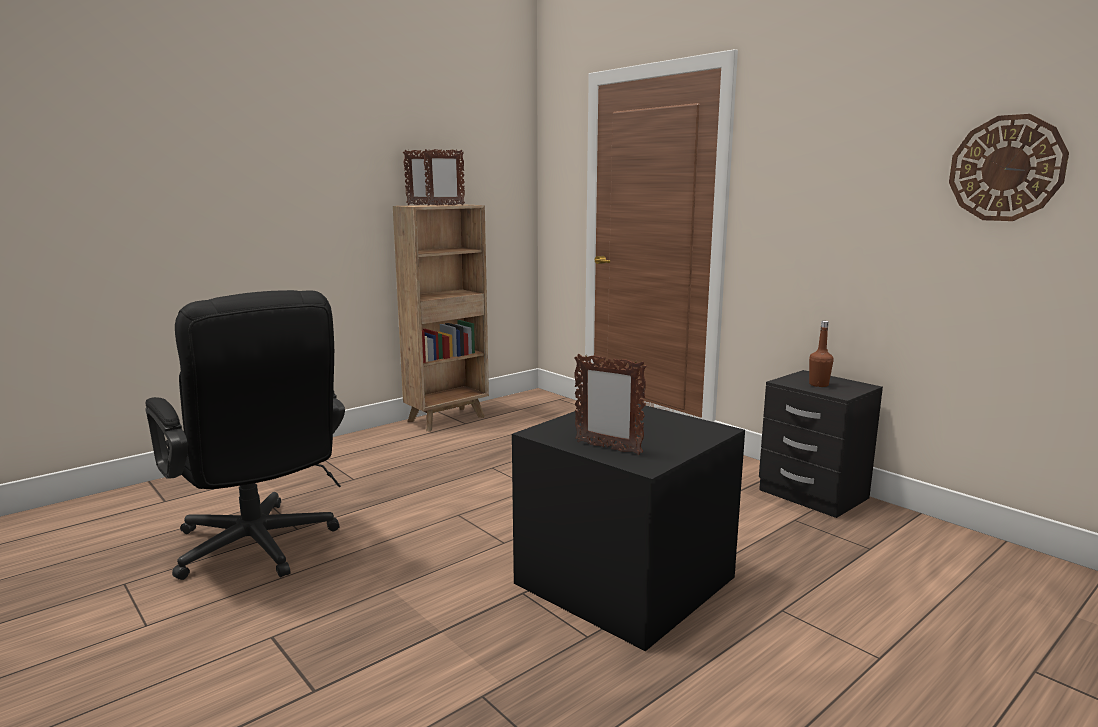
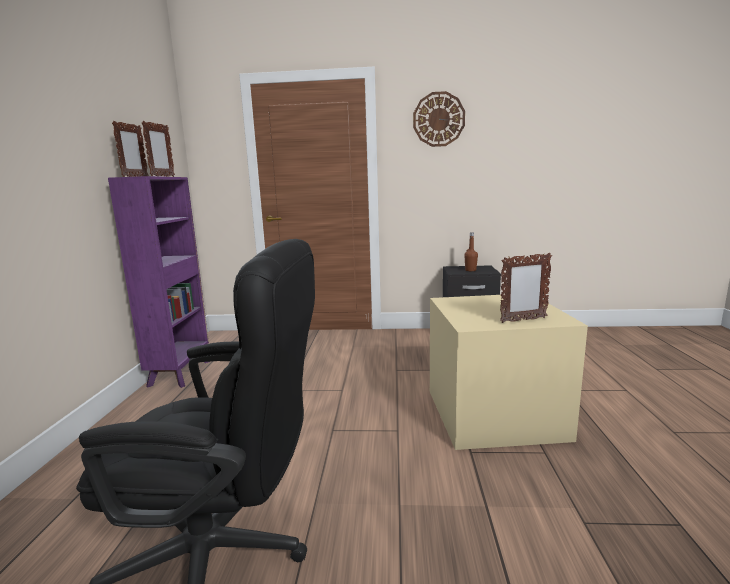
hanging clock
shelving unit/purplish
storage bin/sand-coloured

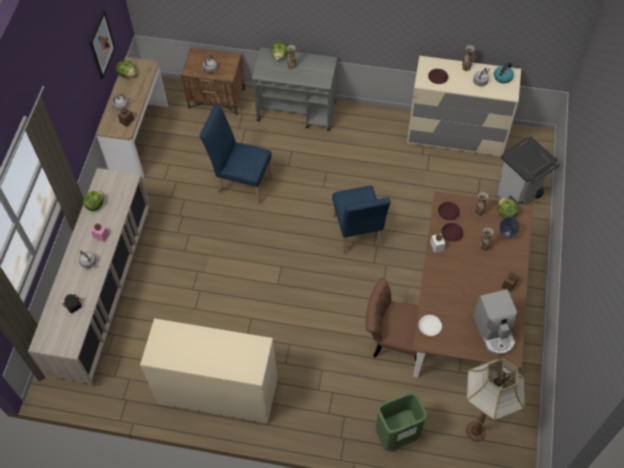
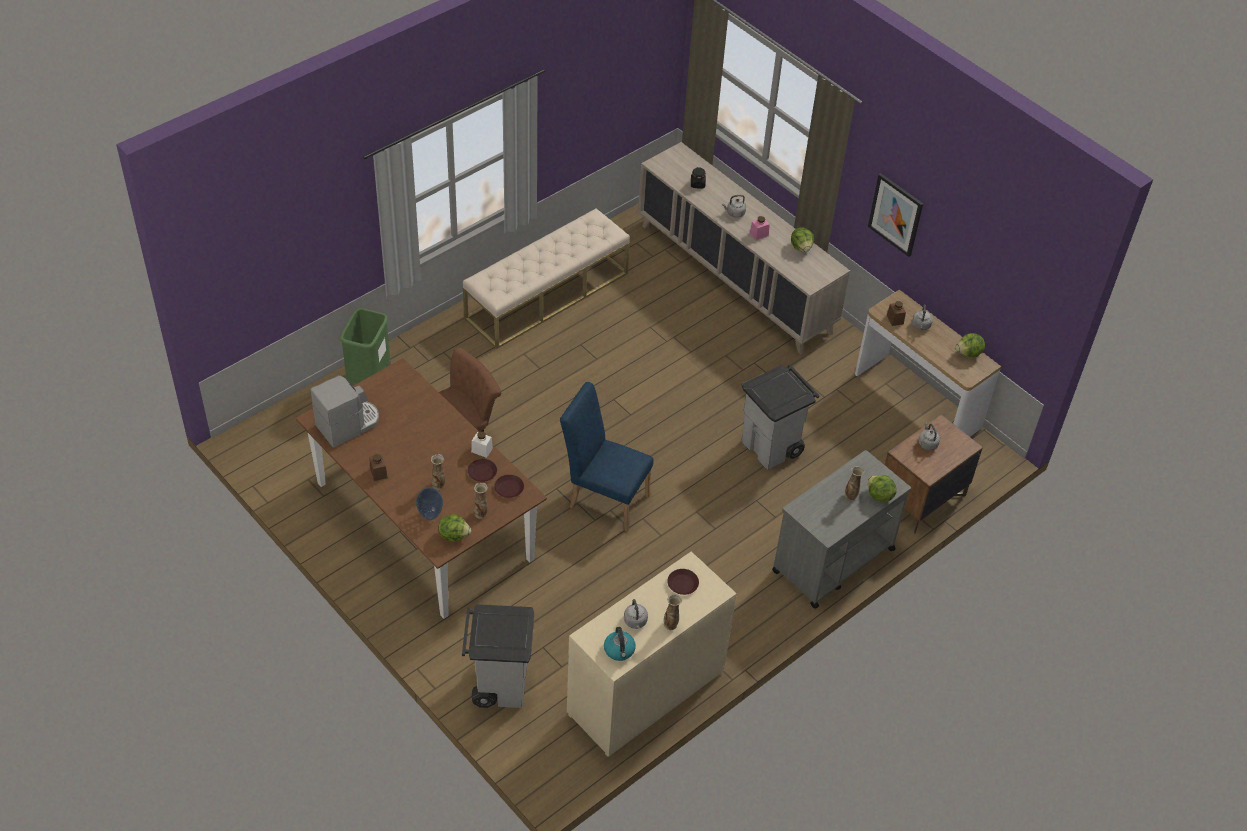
dinner plate/white
floor lamp
wall art
long seat/sand-coloured
waste bin/gray (no. 2 from left)
coffee machine

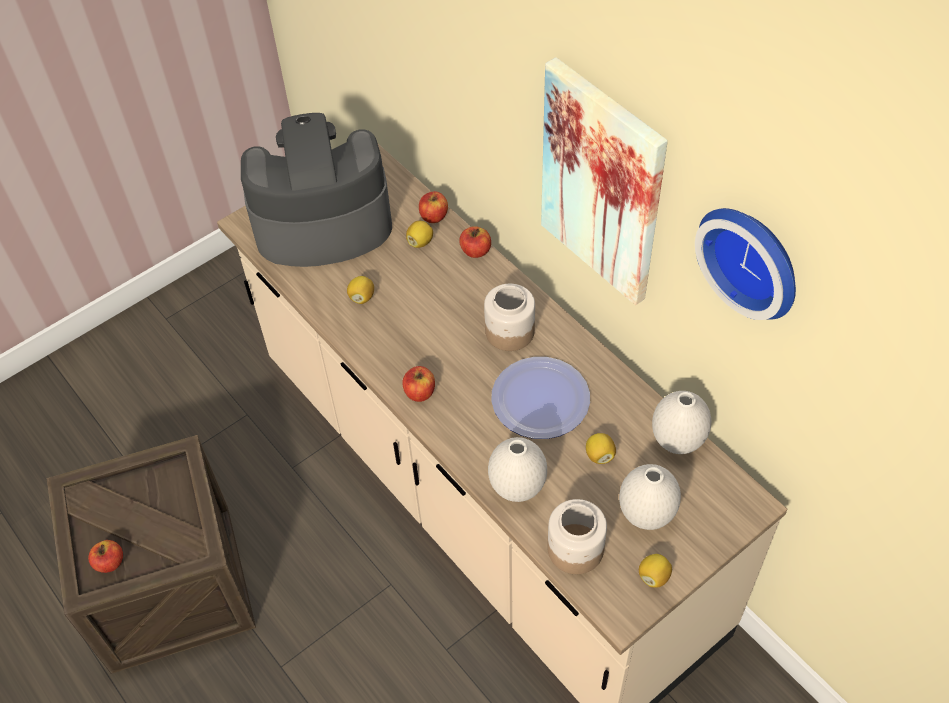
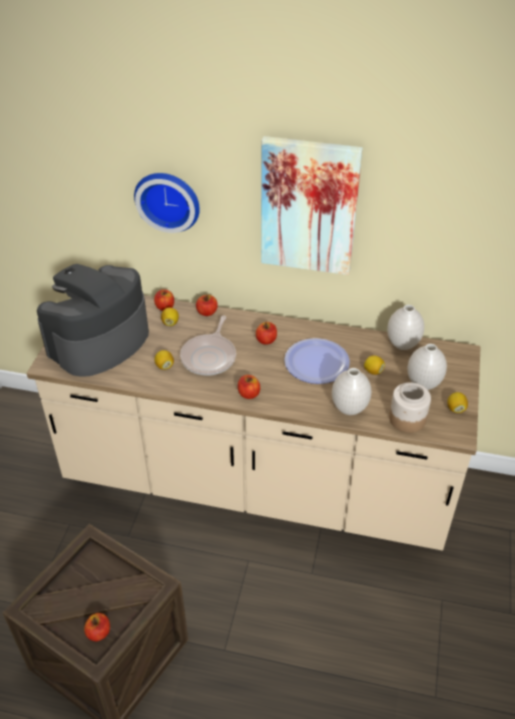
skillet
hanging clock
apple (no. 5 from left)

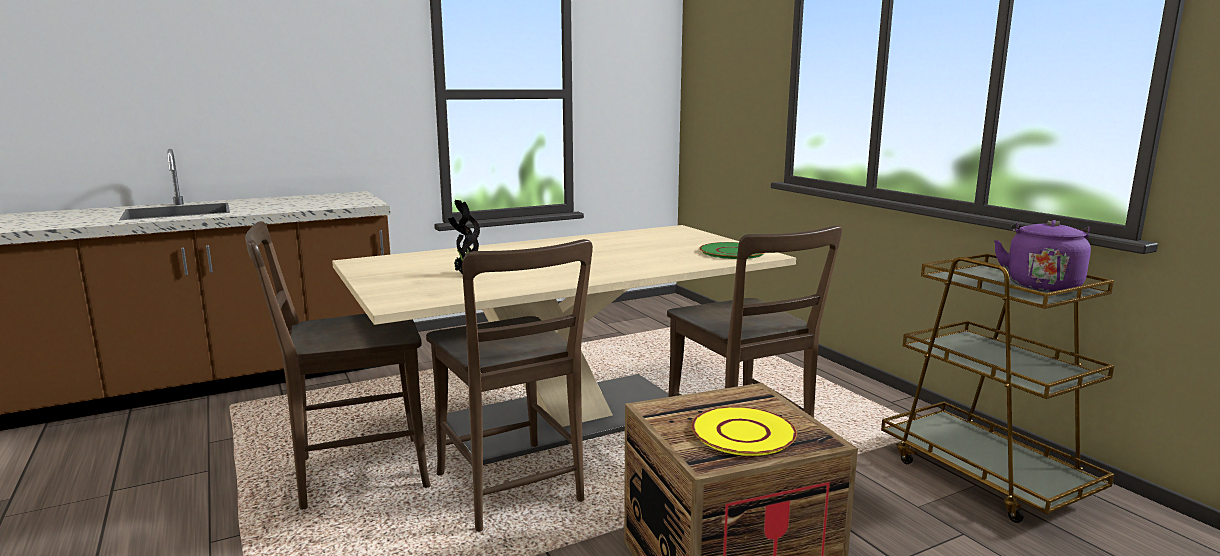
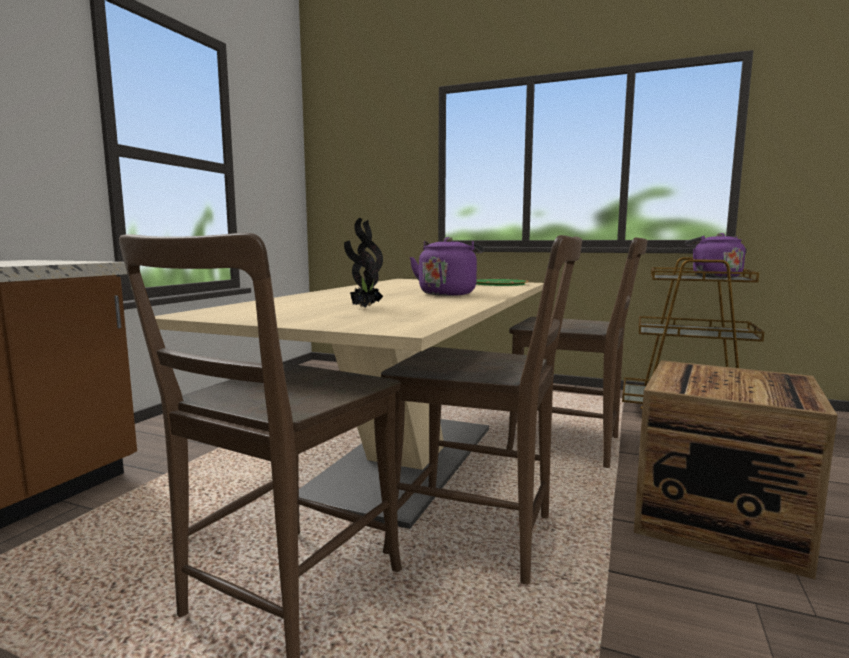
dinner plate/yellow
tea kettle/purplish (no. 1 from left)

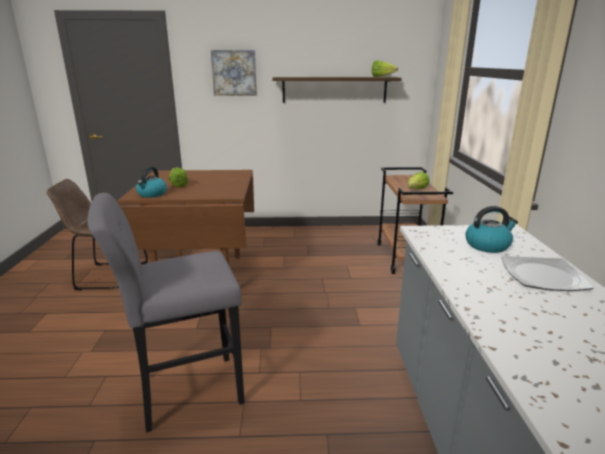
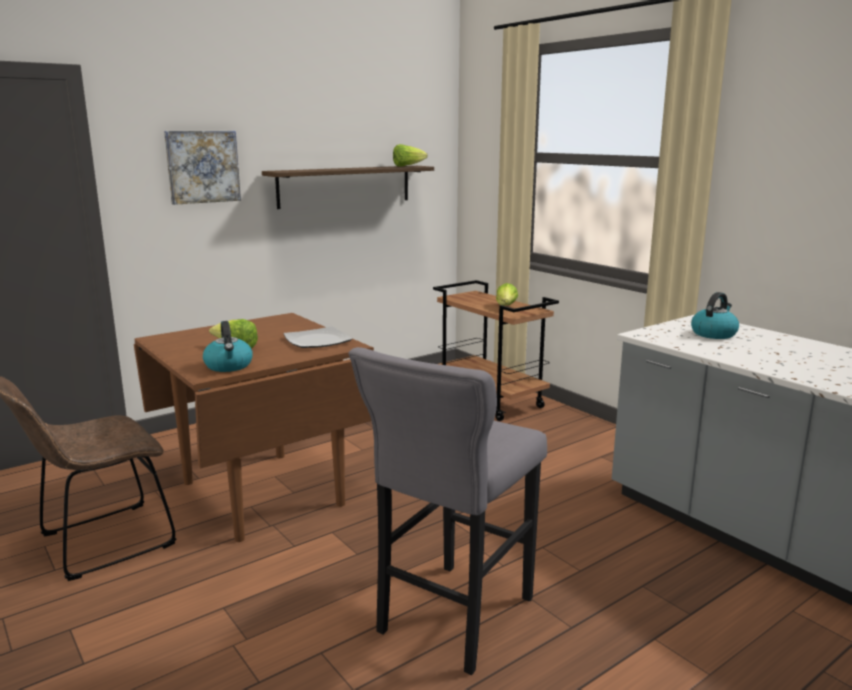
dinner plate

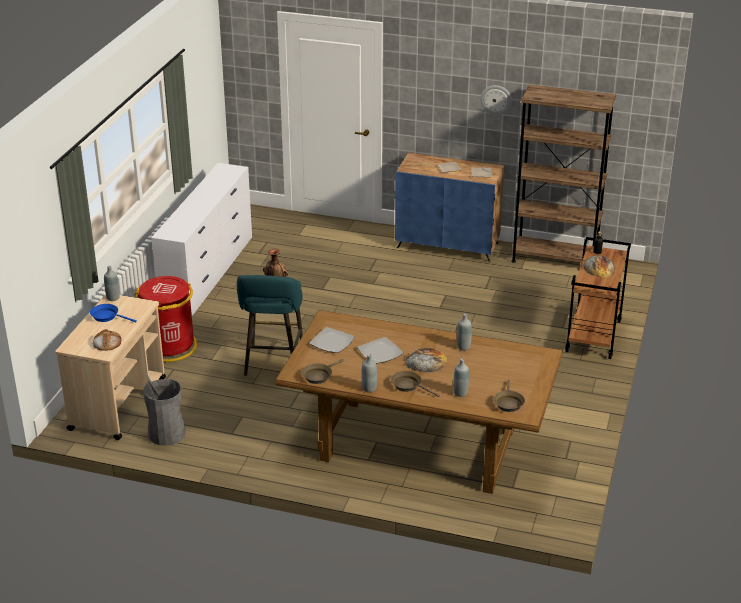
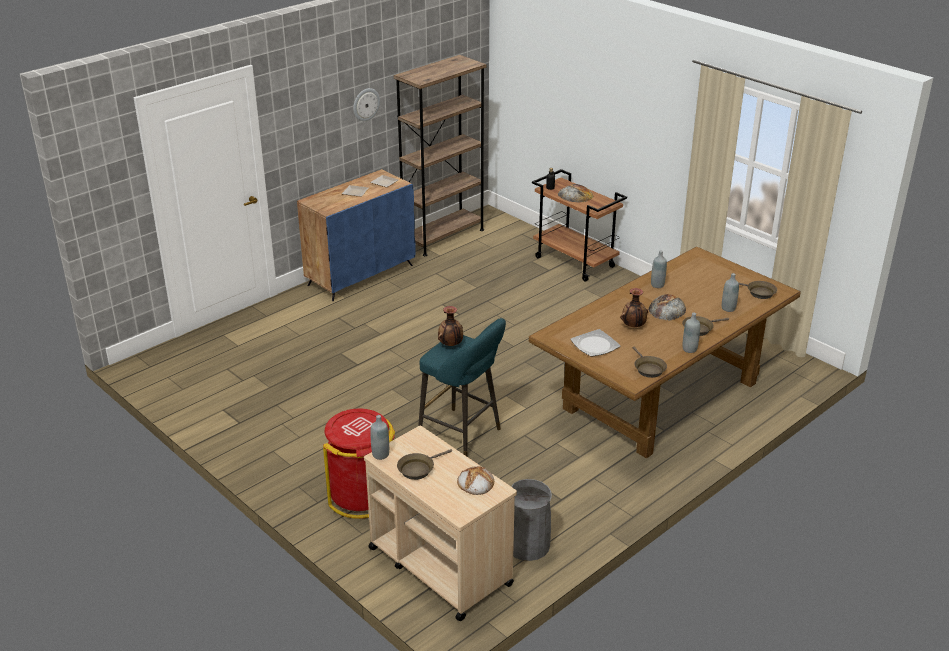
chest of drawers/white
vase (no. 2 from left)
skillet/brown (no. 1 from left)

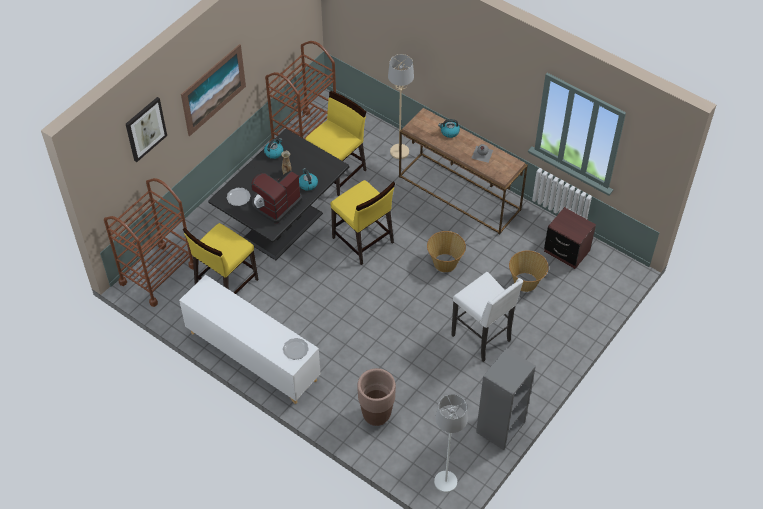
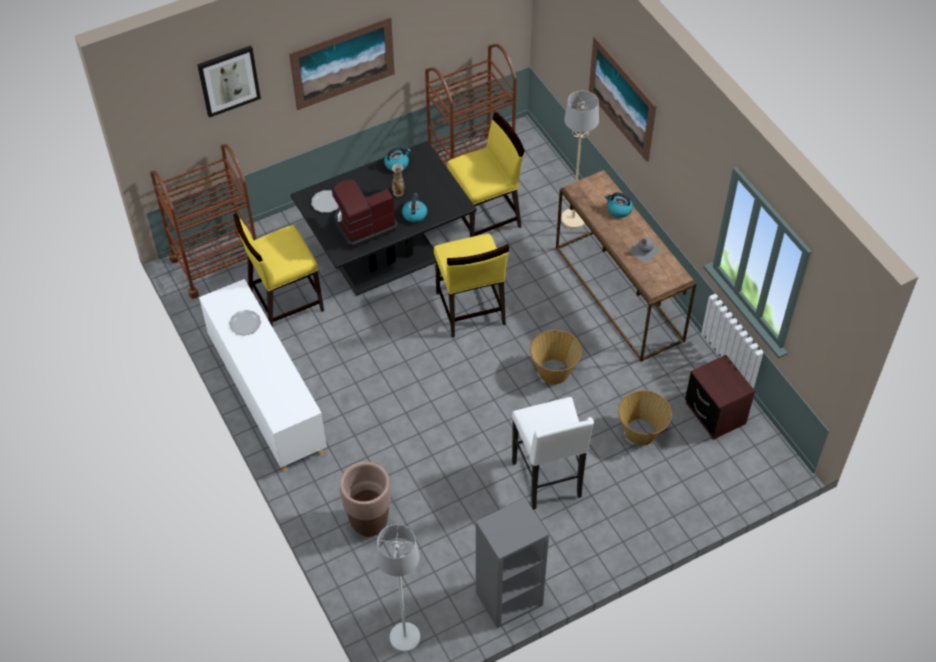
wall art (no. 3 from left)
dinner plate (no. 1 from left)

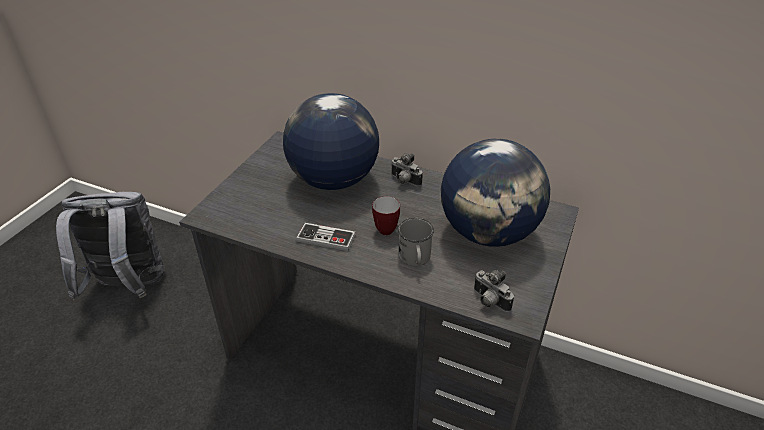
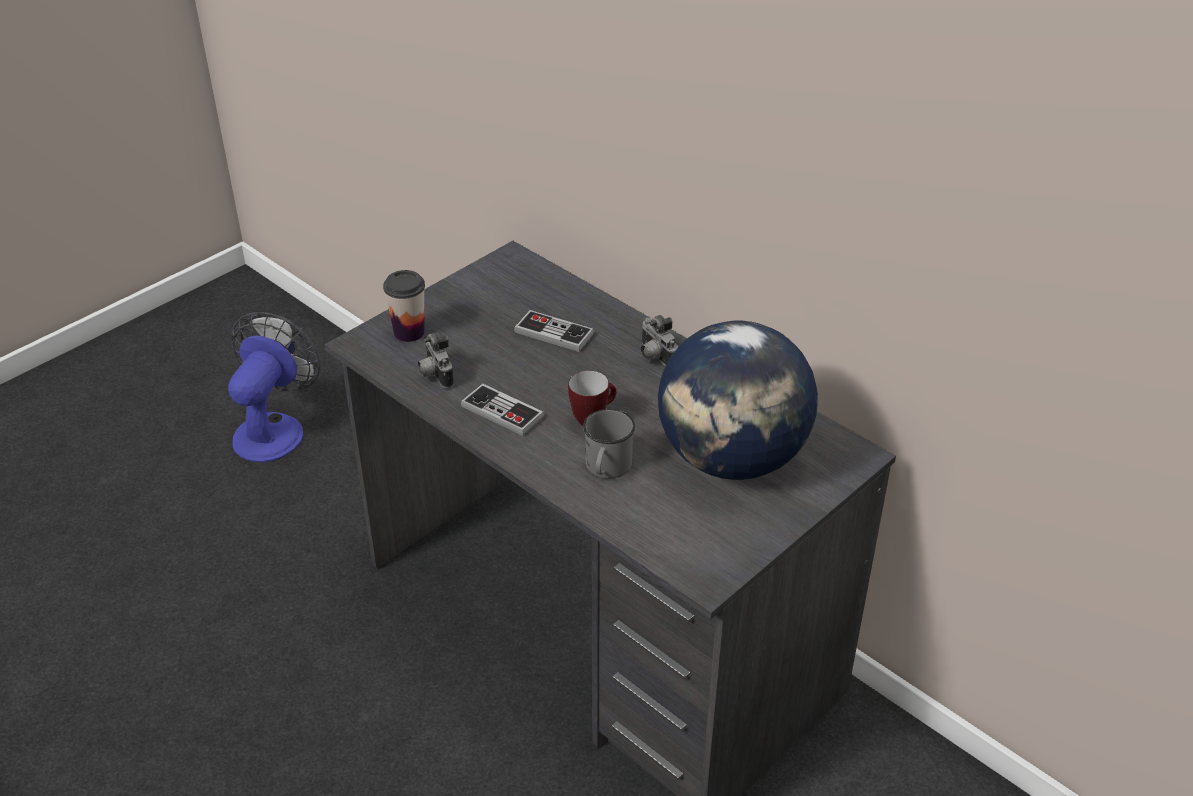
drinking cup
still camera (no. 1 from left)
cooling fan
gamepad (no. 2 from left)

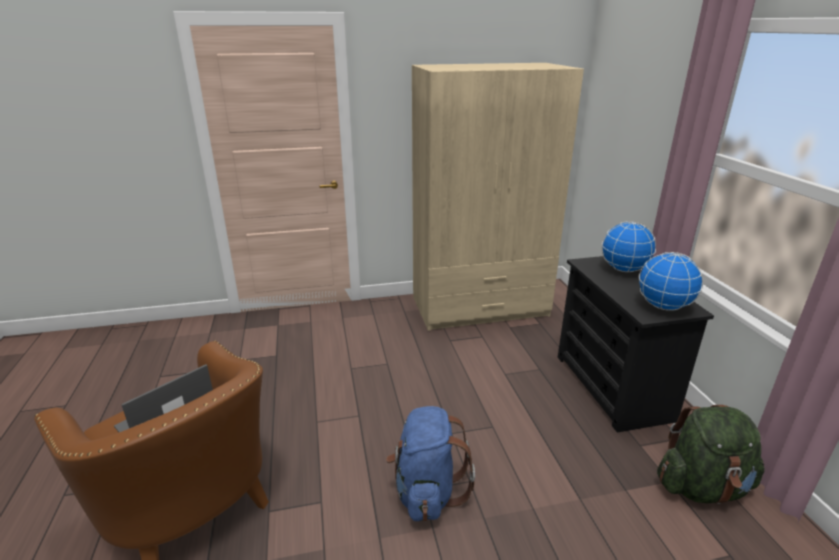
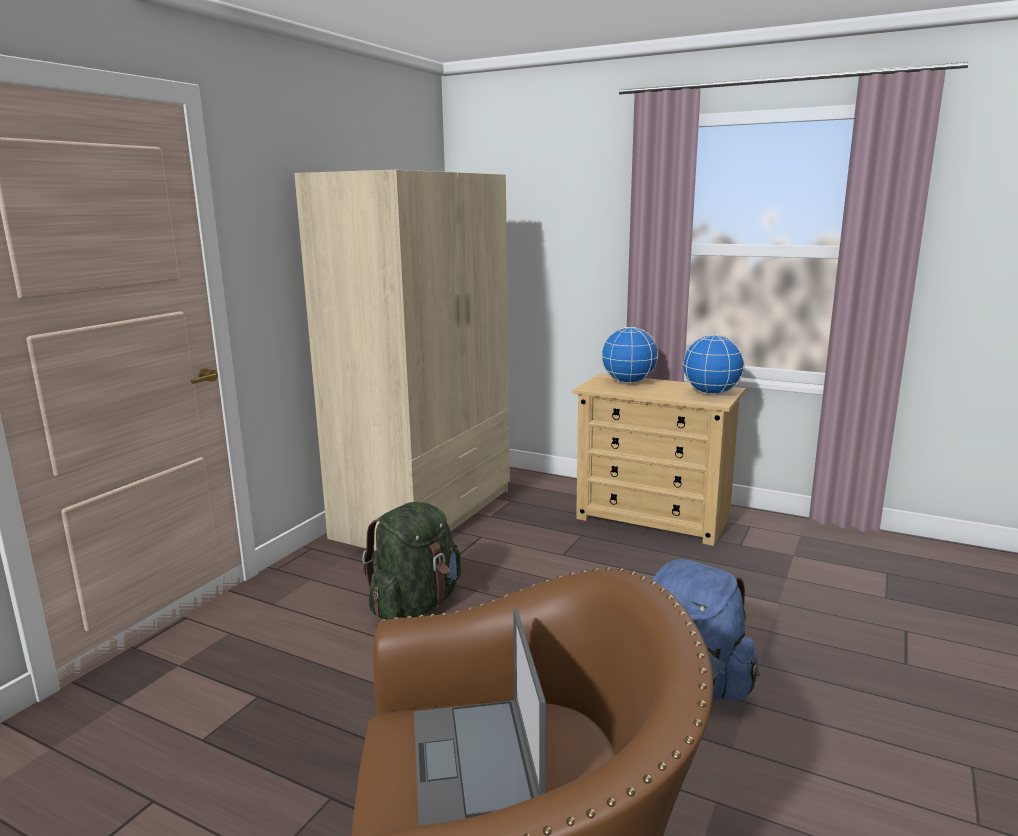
backpack/green
chest of drawers/sand-coloured

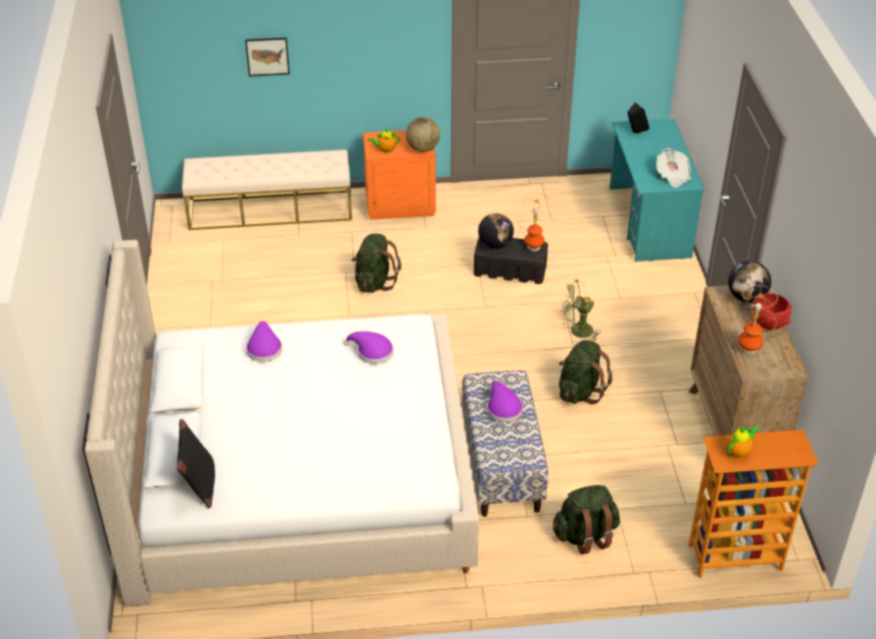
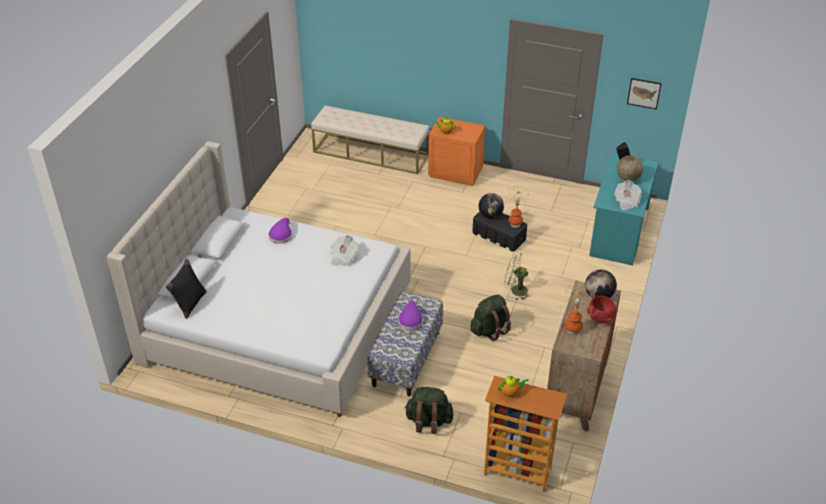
backpack/green (no. 1 from left in the first image)
wall art
world globe (no. 3 from left)
daily paper (no. 1 from left)

